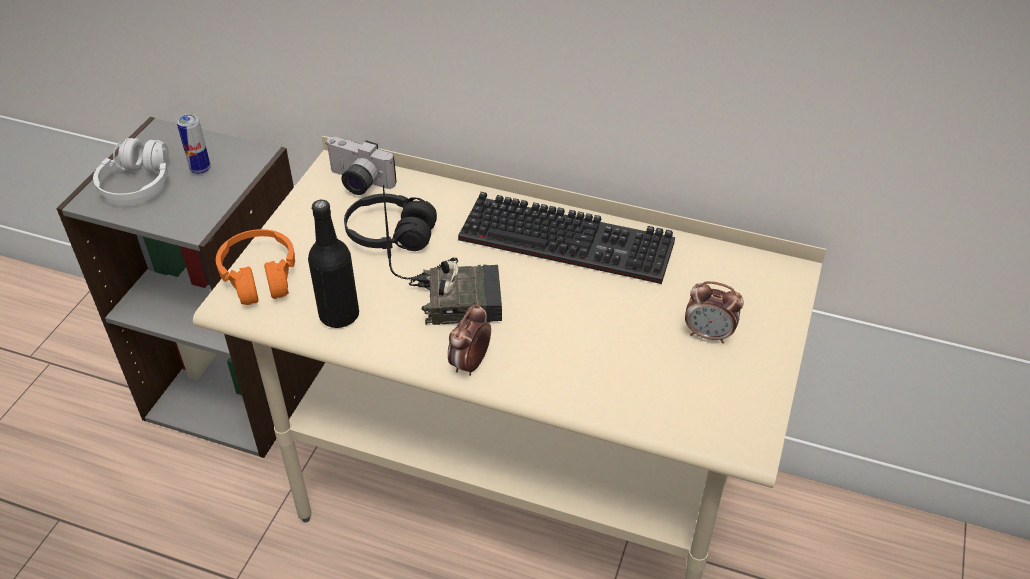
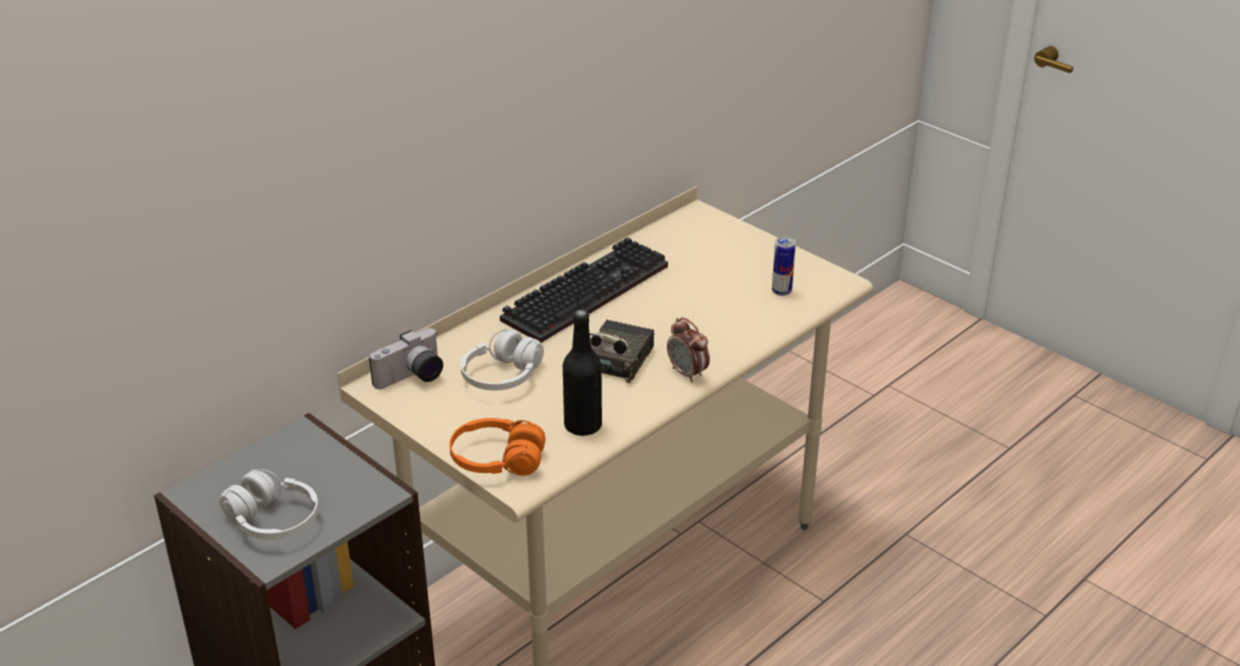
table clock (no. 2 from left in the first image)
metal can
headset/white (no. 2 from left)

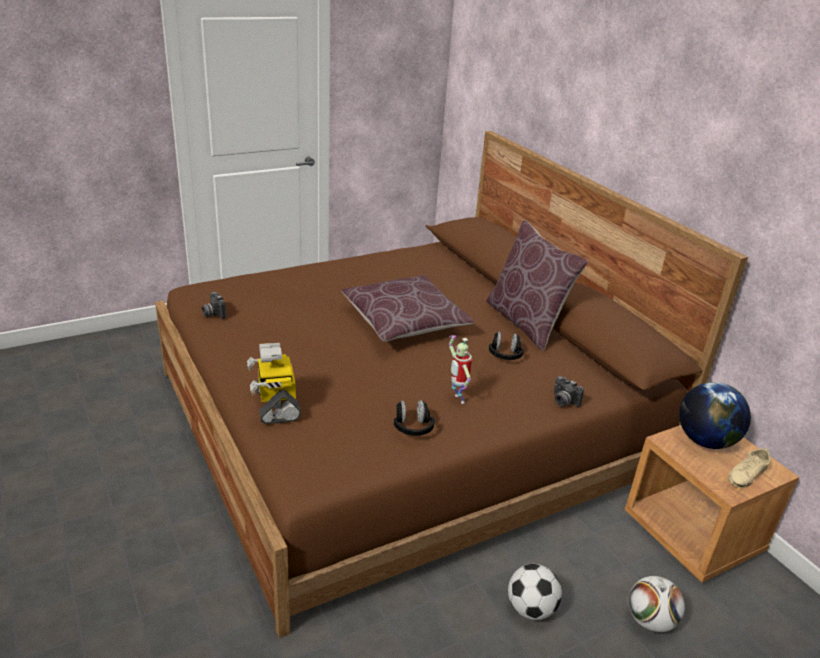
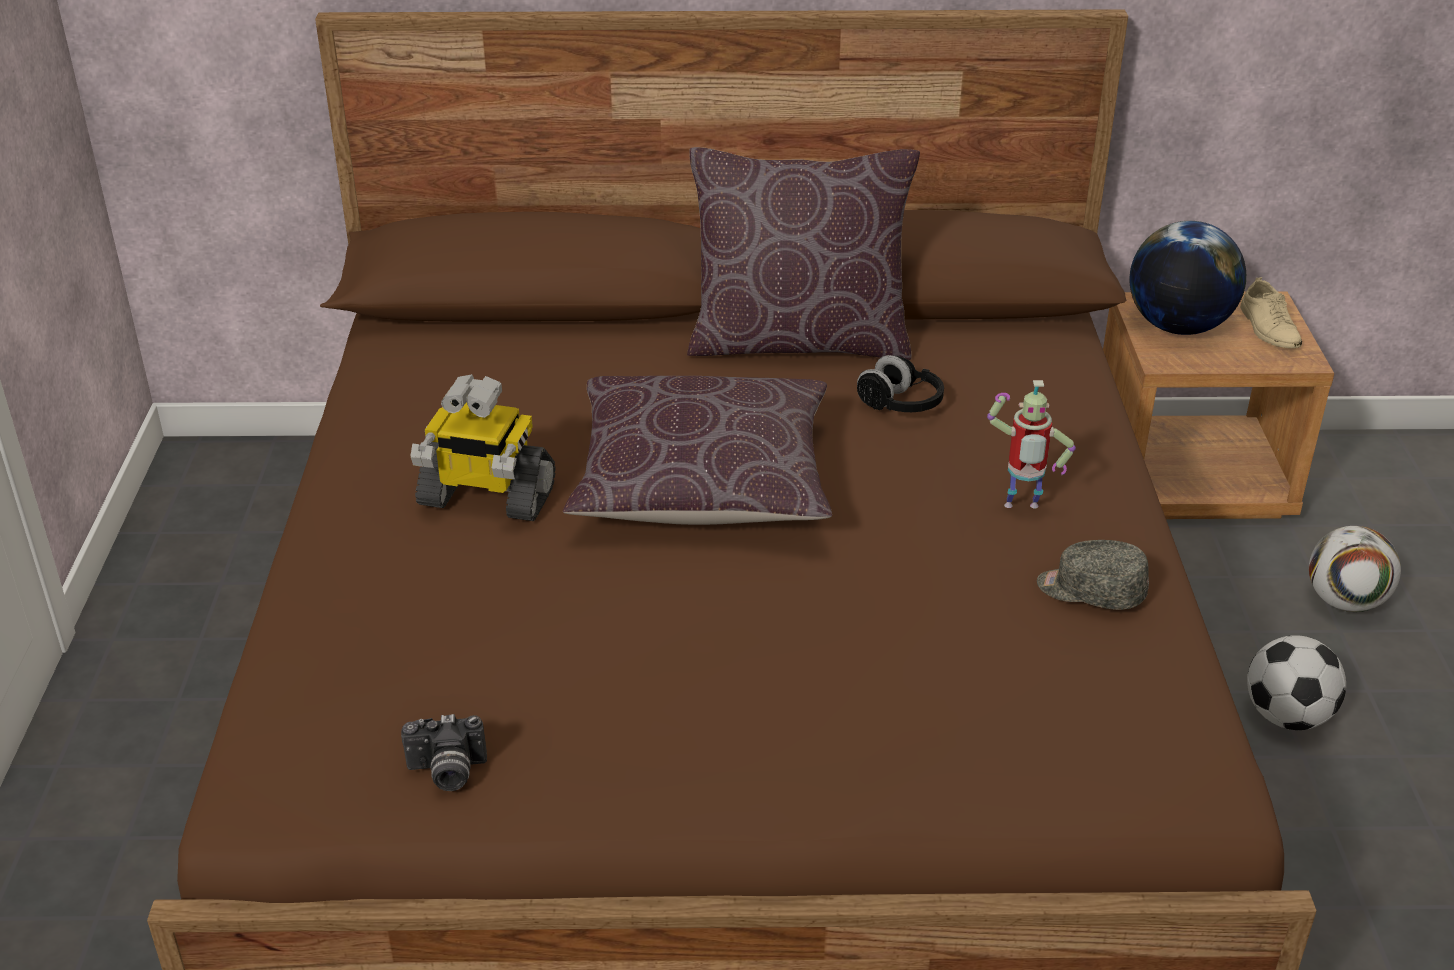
still camera (no. 2 from left in the first image)
model robot (no. 1 from left)
cap/gray

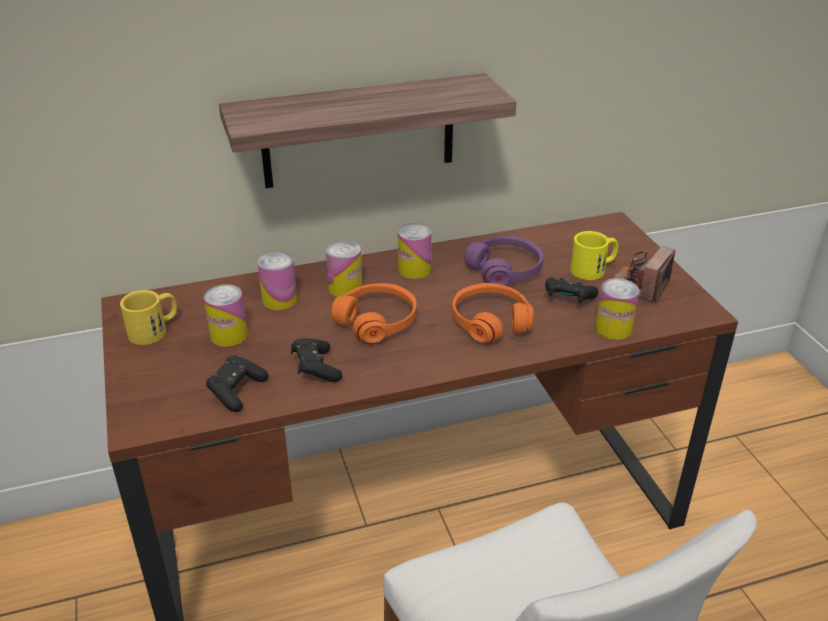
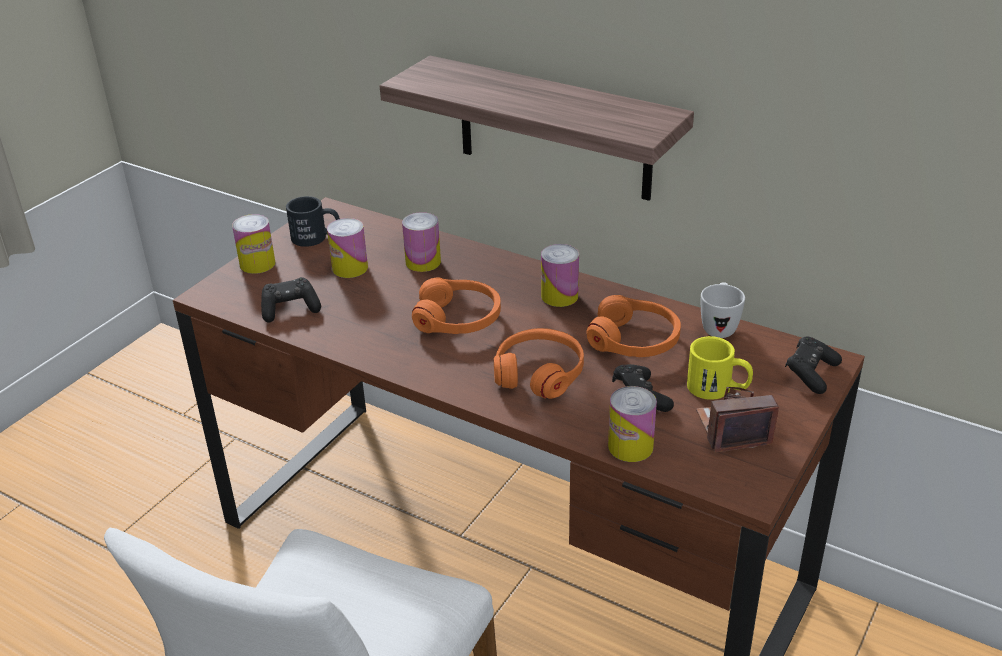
coffee mug/white
gamepad/black (no. 3 from left)
metal can (no. 1 from left)
coffee mug/black
headset/orangey (no. 3 from left)

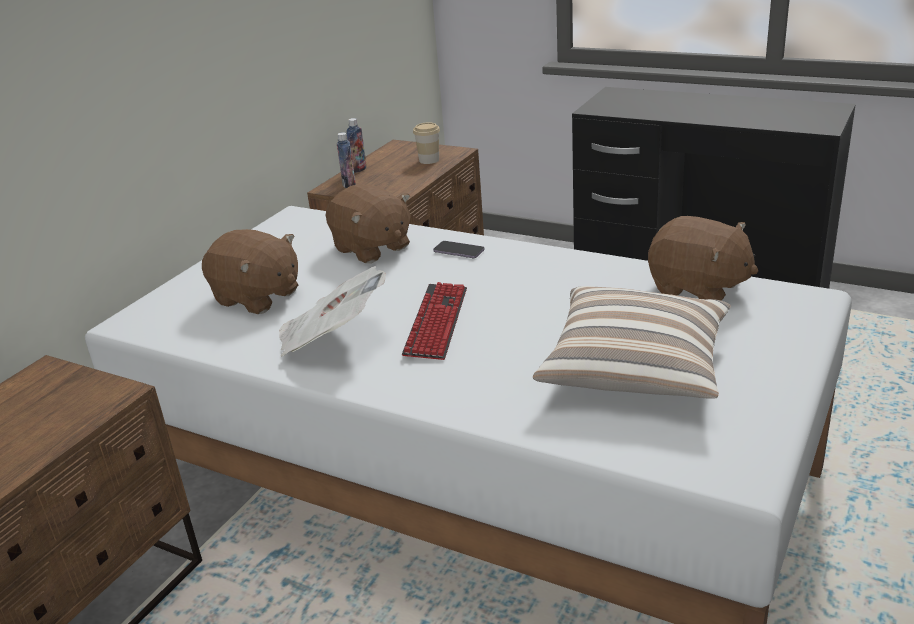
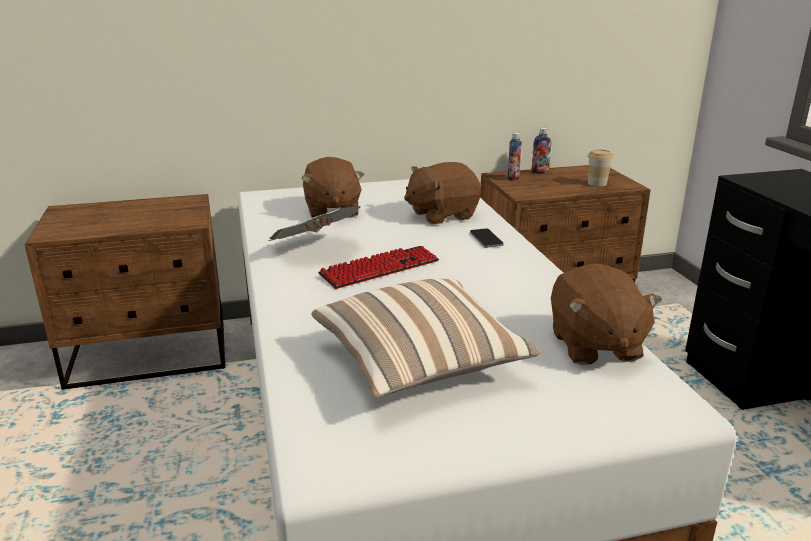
plush toy/brown (no. 2 from left)

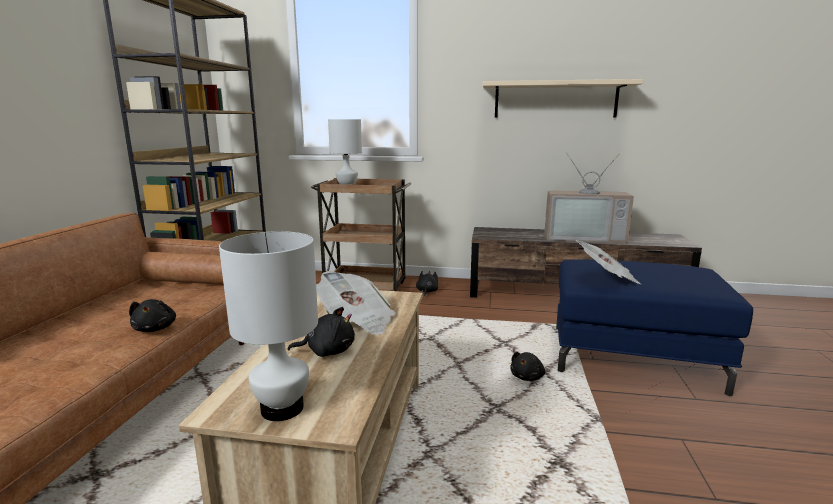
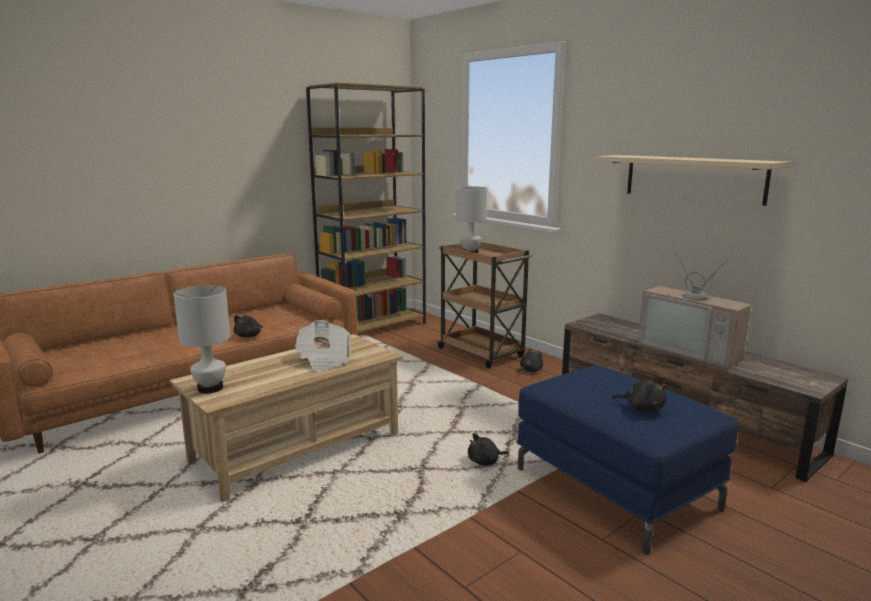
daily paper (no. 2 from left in the first image)
plush toy/black (no. 4 from left)

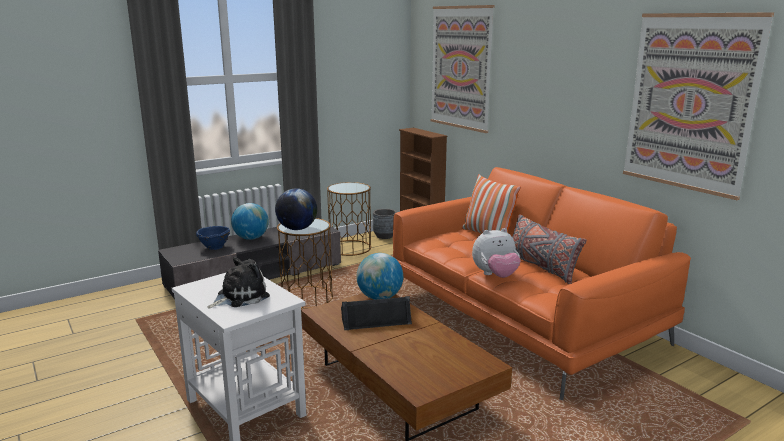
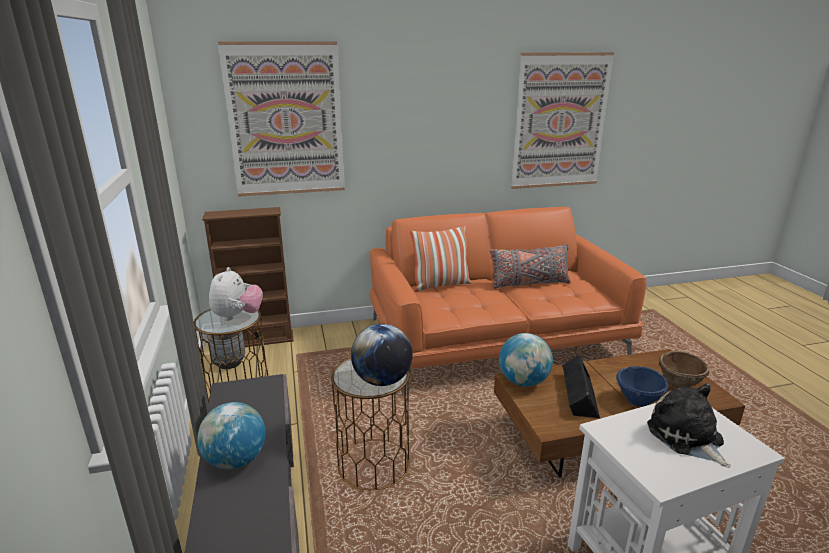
serving bowl/brown
serving bowl/blue
plush toy (no. 1 from left)

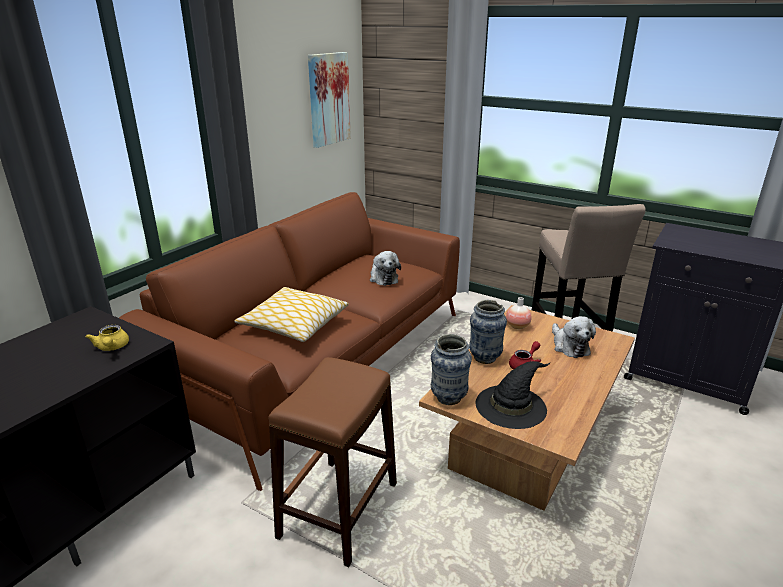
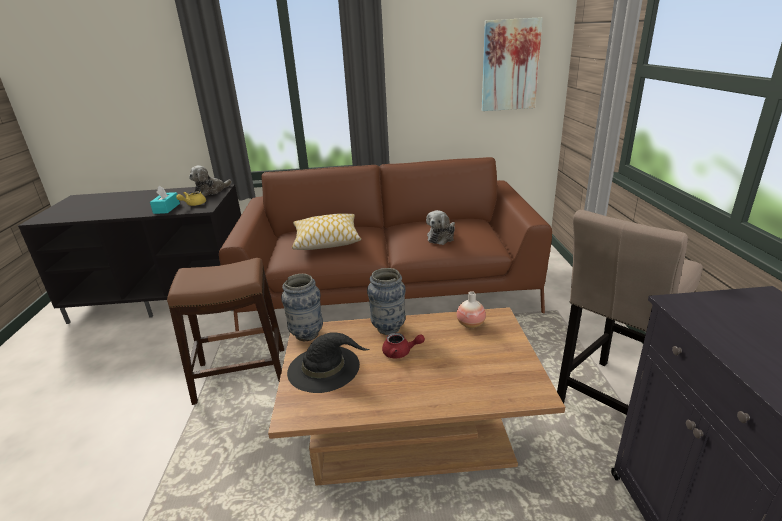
tissue holder/turquoise-coloured
plush toy (no. 1 from left)

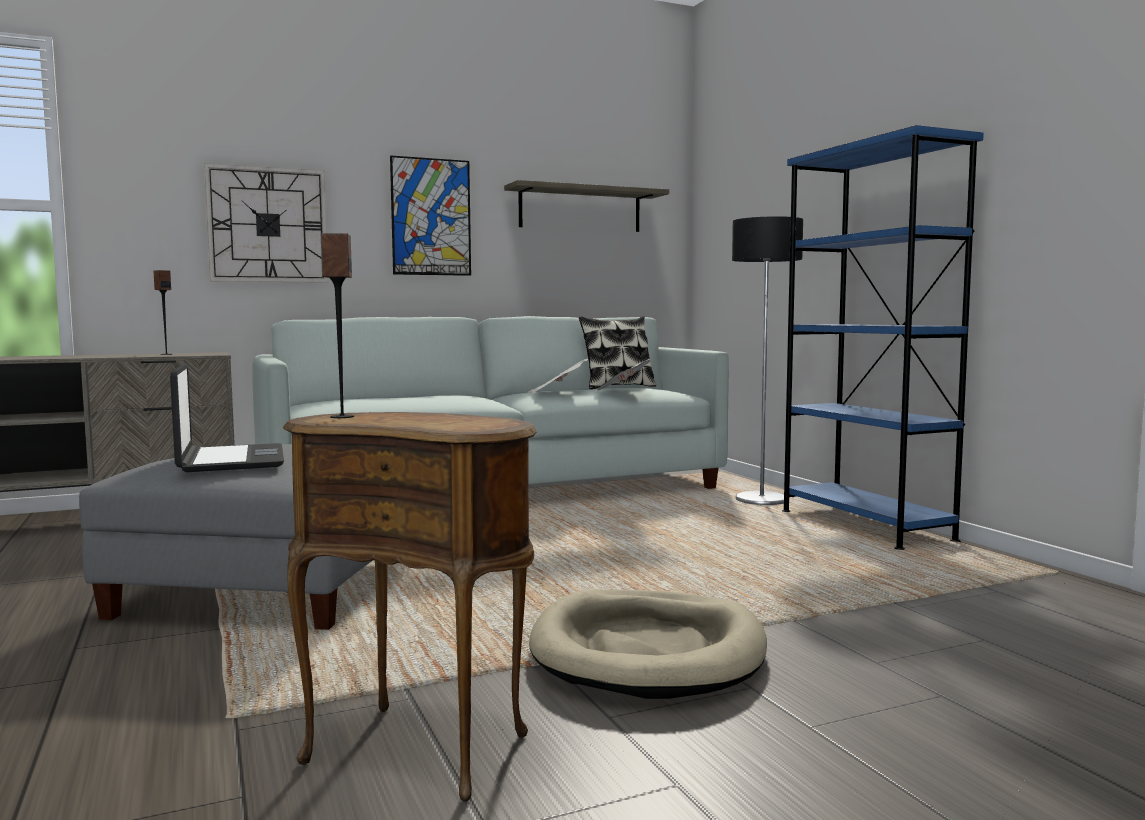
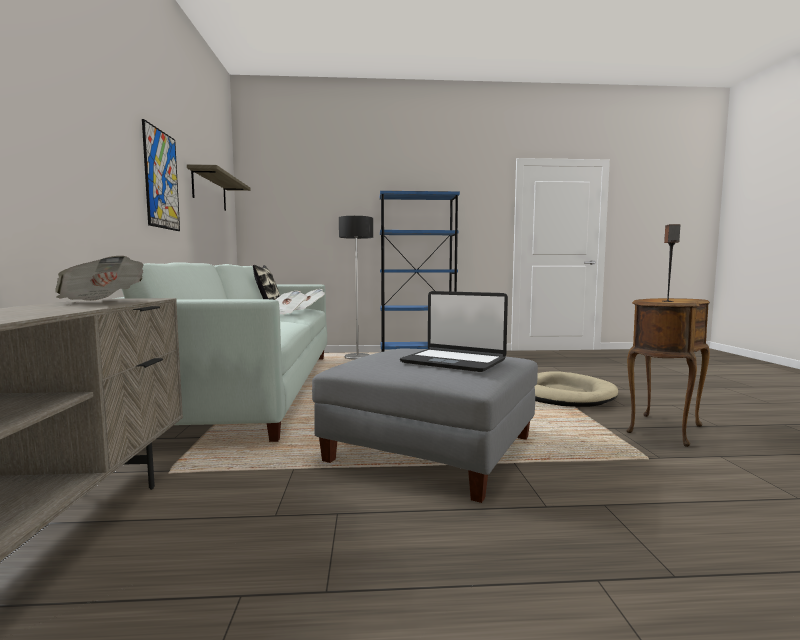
hanging clock
daily paper (no. 1 from left)
portable computer

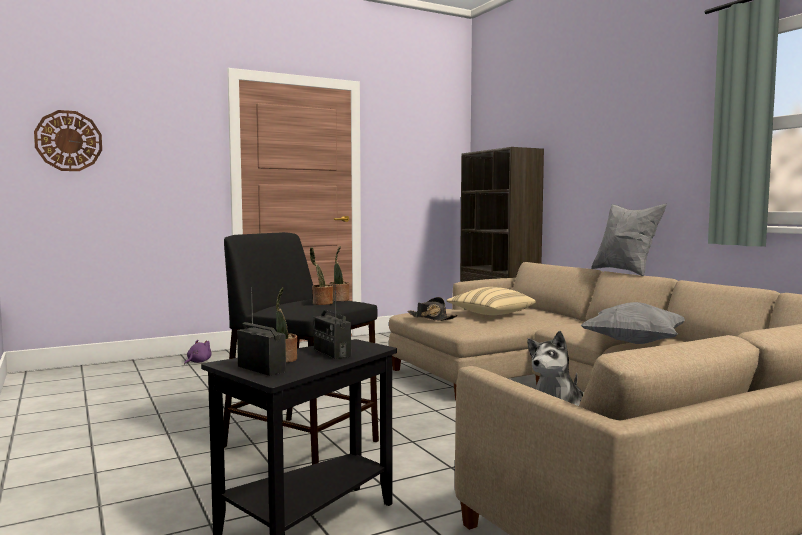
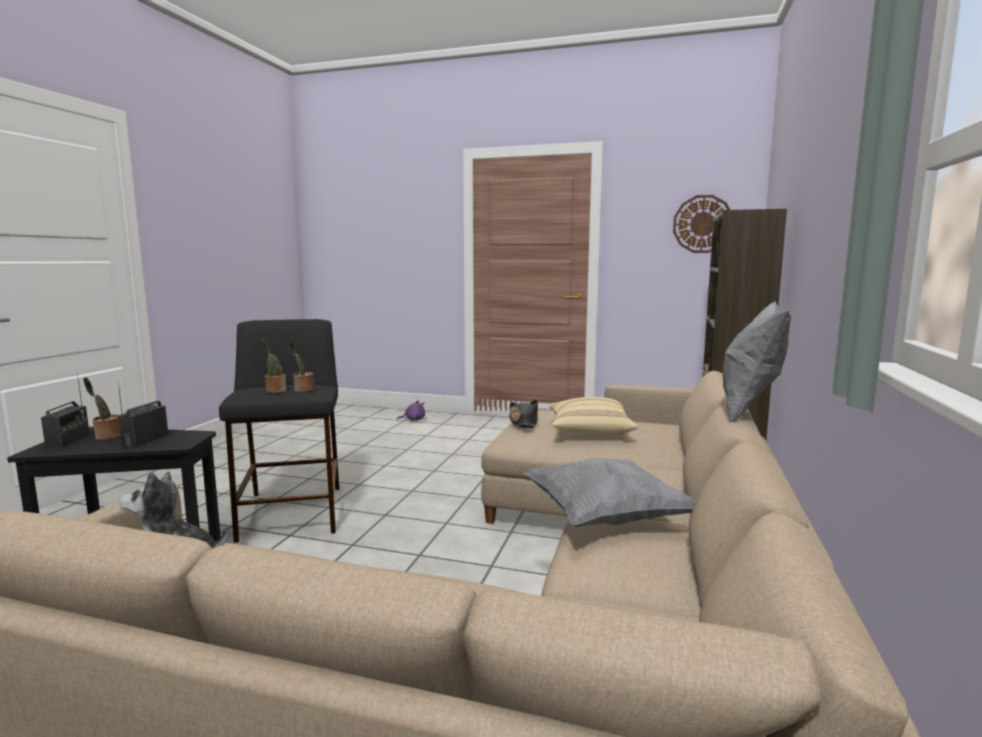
hanging clock

